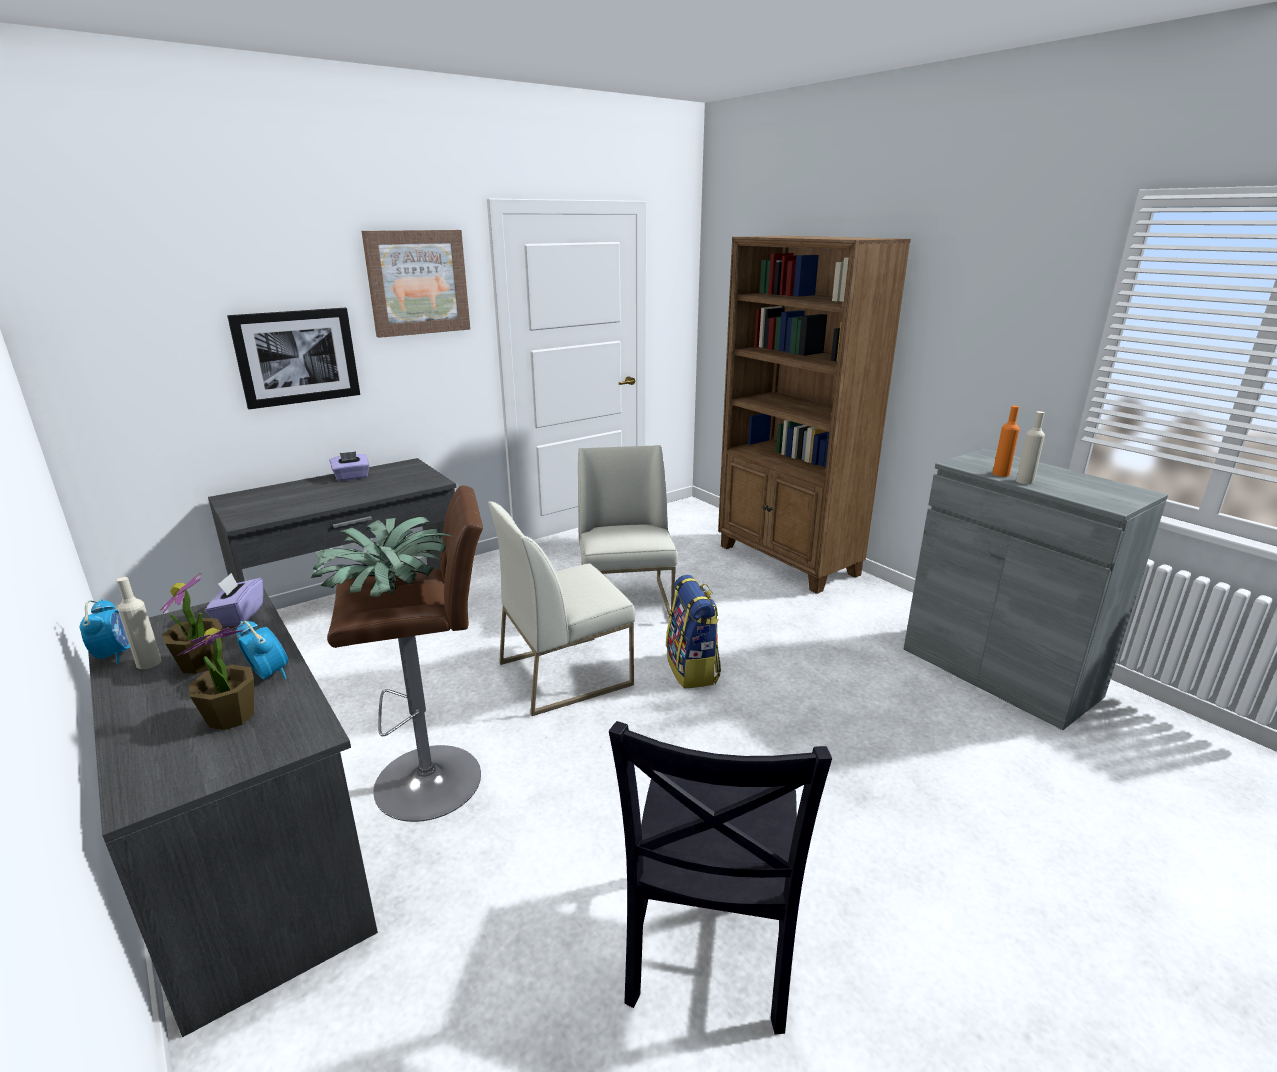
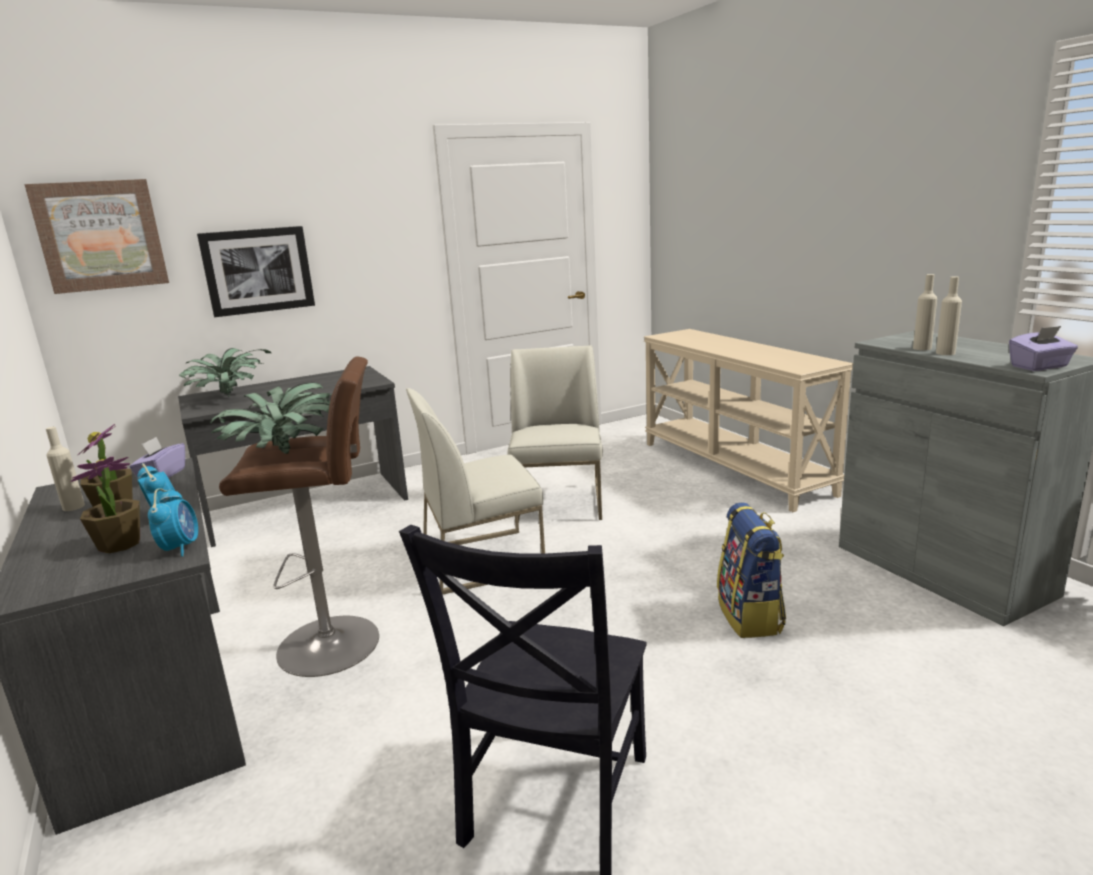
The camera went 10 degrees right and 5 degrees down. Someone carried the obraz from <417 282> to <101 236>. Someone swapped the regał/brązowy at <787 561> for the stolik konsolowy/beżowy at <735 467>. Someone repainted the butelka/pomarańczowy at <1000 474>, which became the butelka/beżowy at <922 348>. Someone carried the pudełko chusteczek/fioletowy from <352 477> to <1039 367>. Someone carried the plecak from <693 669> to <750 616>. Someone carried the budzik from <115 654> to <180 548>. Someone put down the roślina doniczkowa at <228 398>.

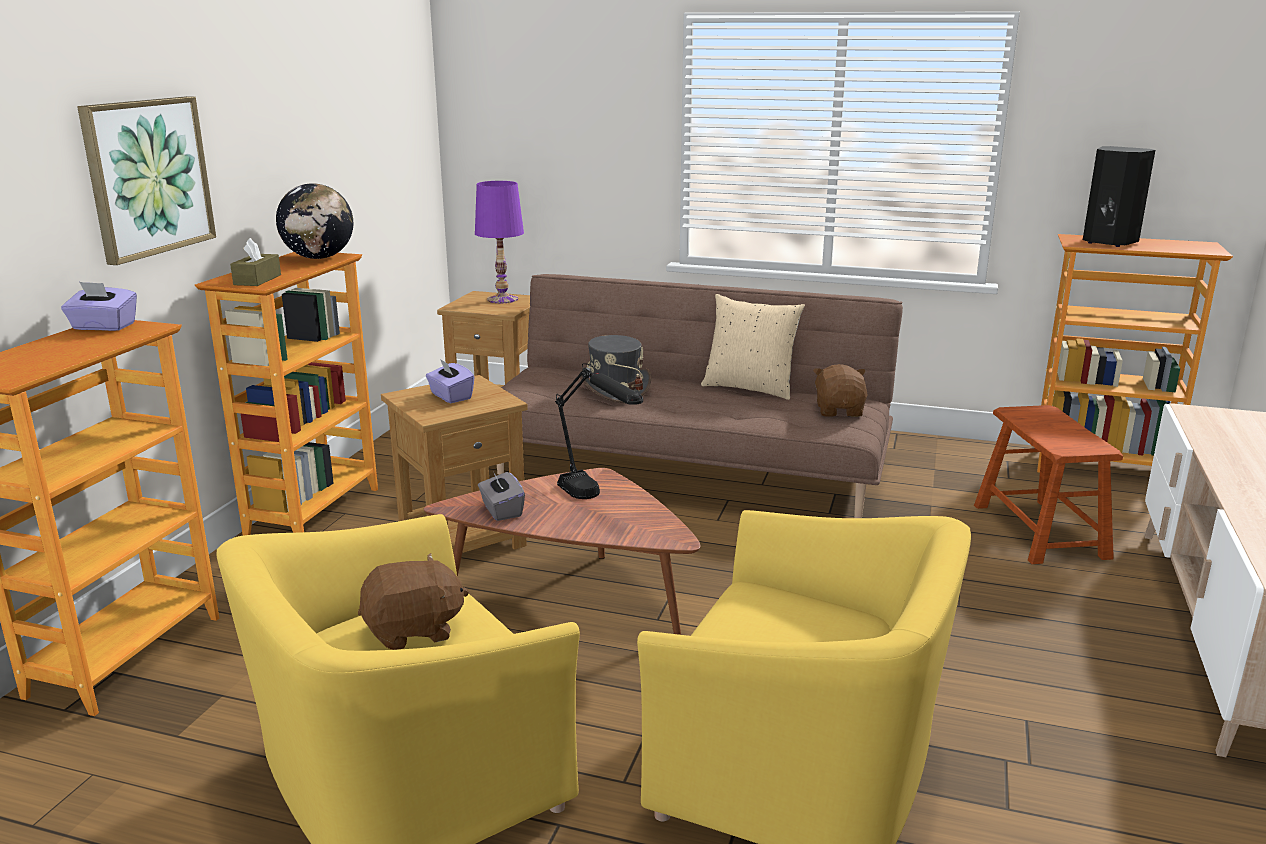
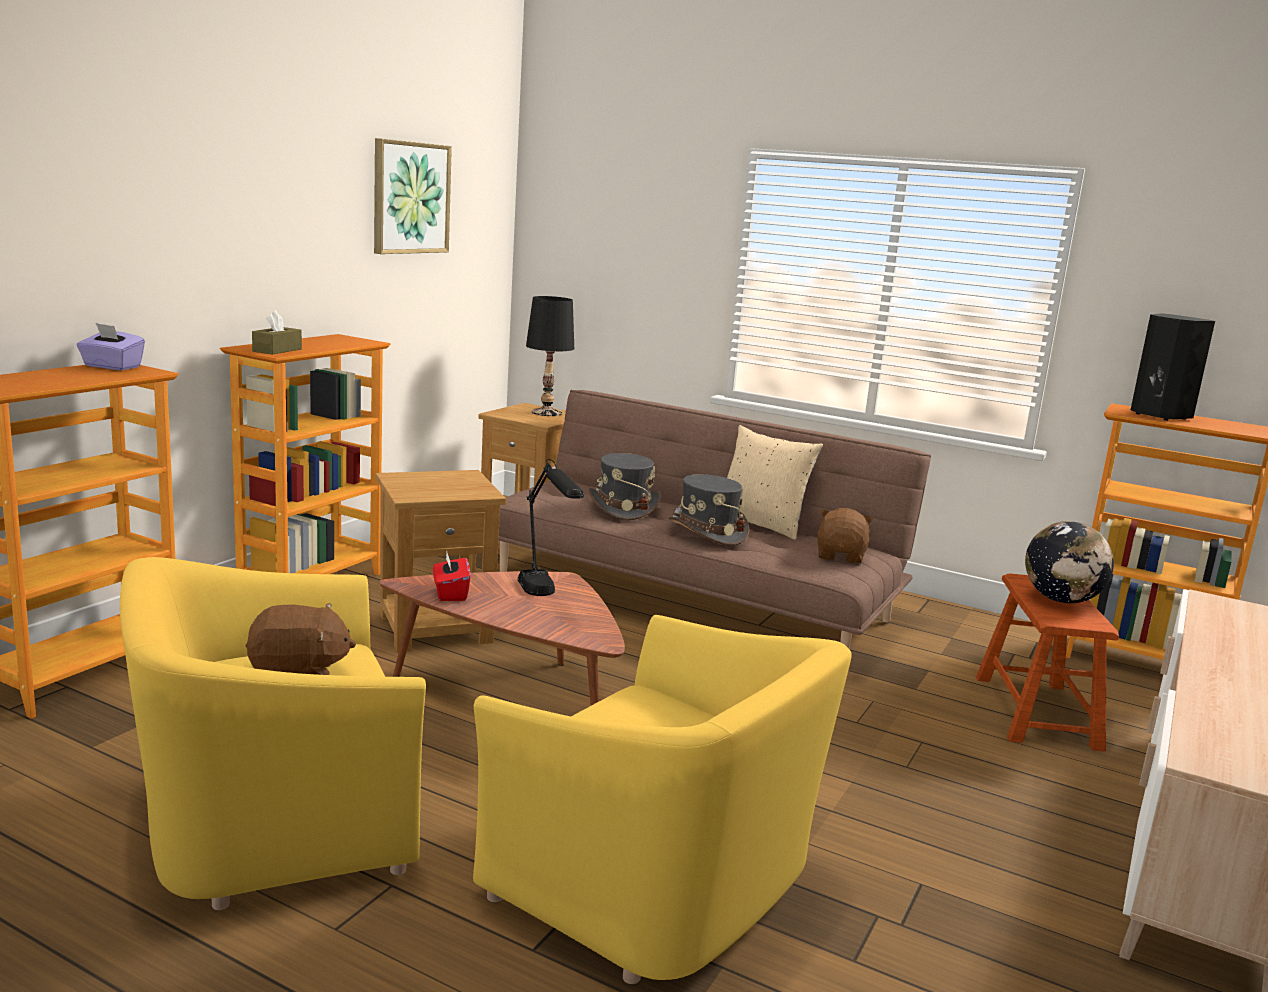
The camera went 10 degrees right and 5 degrees down. Someone carried the obraz from <148 177> to <410 198>. Someone repainted the lampa stołowa/fioletowy at <502 299>, which became the lampa stołowa/czarny at <546 412>. Someone carried the globus from <319 258> to <1061 600>. Someone took away the pudełko chusteczek/fioletowy at <450 396>. Someone repainted the pudełko chusteczek/szary at <501 510>, which became the pudełko chusteczek/czerwony at <450 593>. Someone put down the kapelusz/szary at <707 532>.

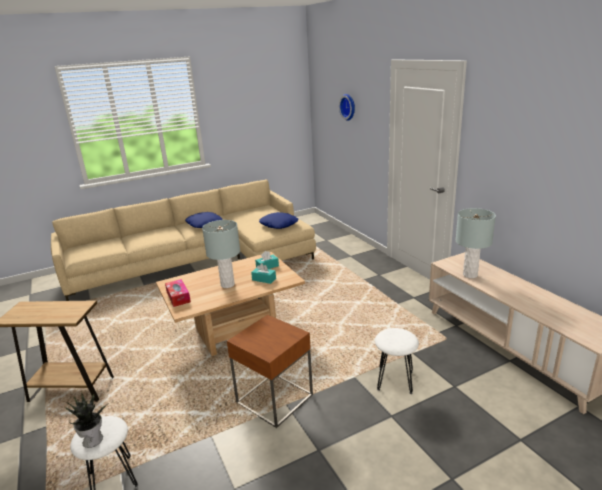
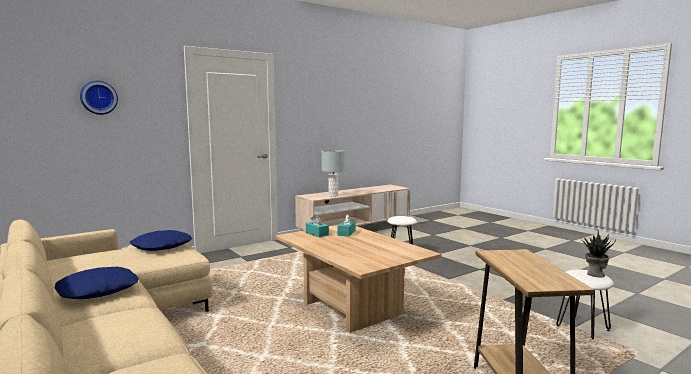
The camera went 100 degrees left and 15 degrees down. Someone took away the lampa stołowa/szary at <227 285>. Someone took away the pudełko chusteczek at <178 297>. Someone took away the stolik/brązowy at <275 398>.

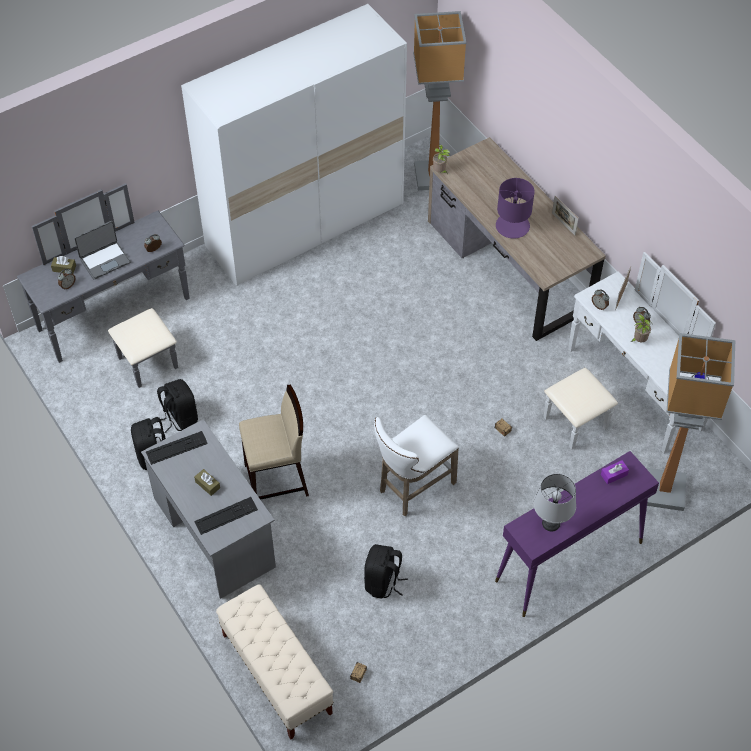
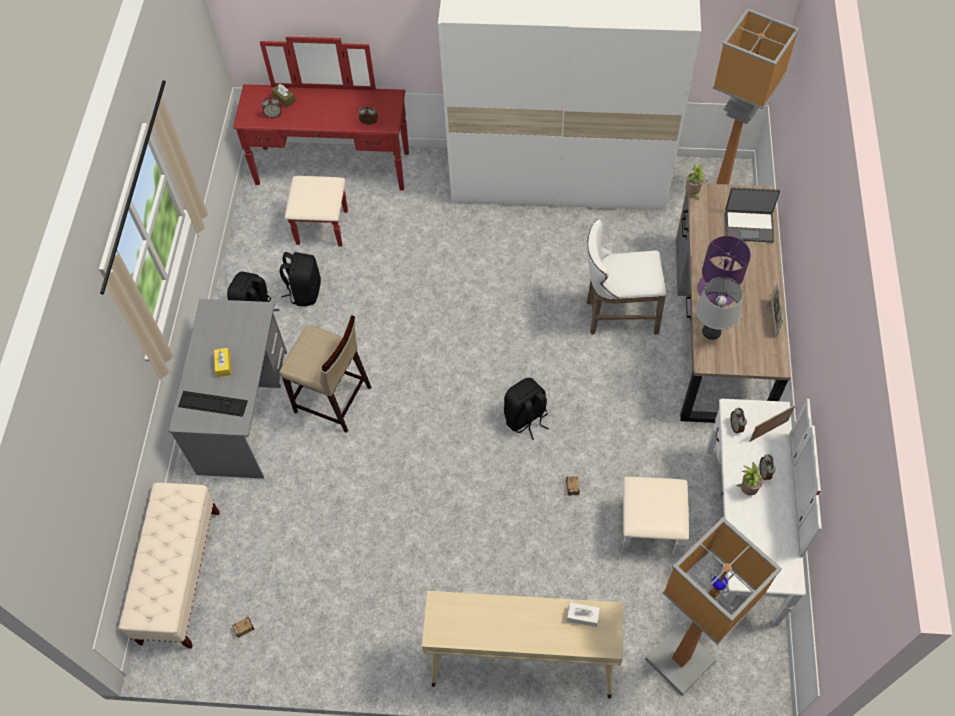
The camera went 40 degrees right and 5 degrees up. Someone repainted the komoda/szary at <122 325>, which became the komoda/czerwony at <331 181>. Someone carried the laptop from <105 260> to <749 226>. Someone carried the stołek/biały from <412 487> to <617 315>. Someone took away the klawiatura at <176 448>. Someone repainted the stolik konsolowy/fioletowy at <568 562>, which became the stolik konsolowy/beżowy at <521 664>. Someone repainted the pudełko chusteczek/fioletowy at <614 475>, which became the pudełko chusteczek/biały at <582 616>. Someone repainted the pudełko chusteczek/brązowy at <207 485>, which became the pudełko chusteczek/żółty at <223 365>. Someone carried the lampa stołowa/szary from <550 523> to <711 331>. Someone carried the plecak/czarny from <383 582> to <526 418>.

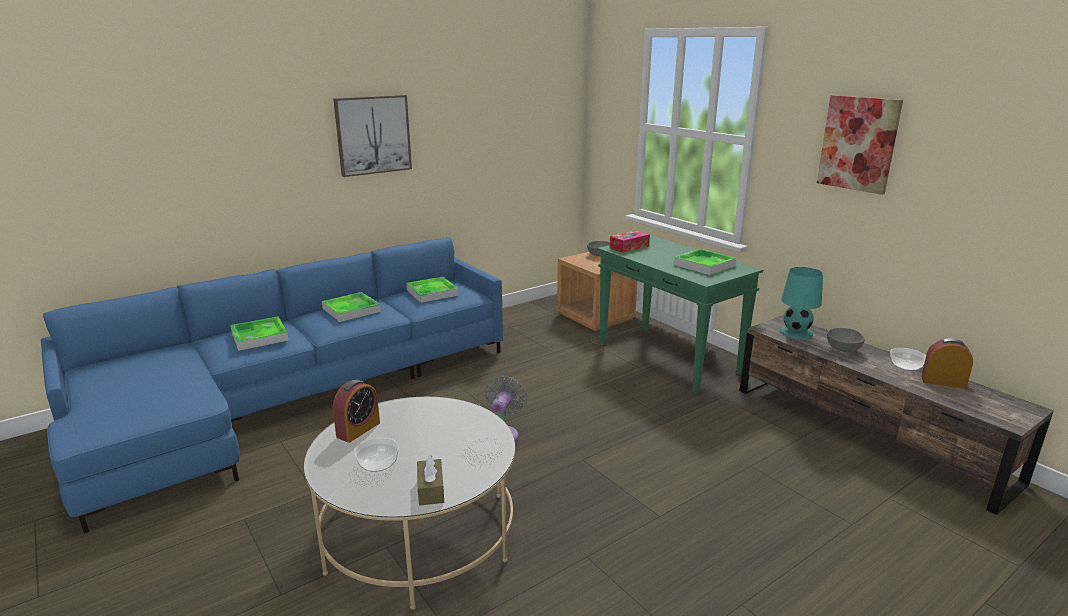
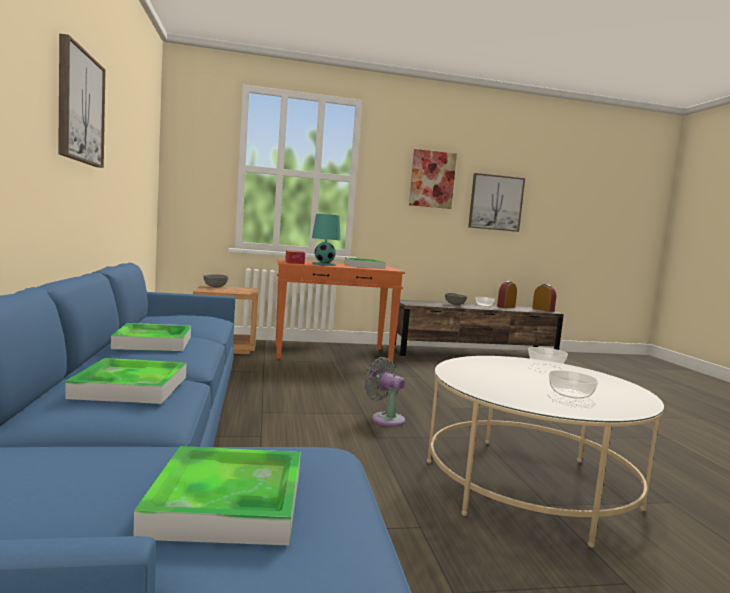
The camera went 65 degrees left and 15 degrees down. Someone repainted the stolik konsolowy/zielony at <669 359>, which became the stolik konsolowy/pomarańczowy at <333 354>. Someone carried the lampa stołowa/turkusowy from <796 332> to <324 264>. Someone carried the taca from <432 292> to <227 502>. Someone carried the budzik from <358 429> to <543 310>. Someone took away the pudełko chusteczek/brązowy at <430 490>. Someone put up the obraz at <495 203>.

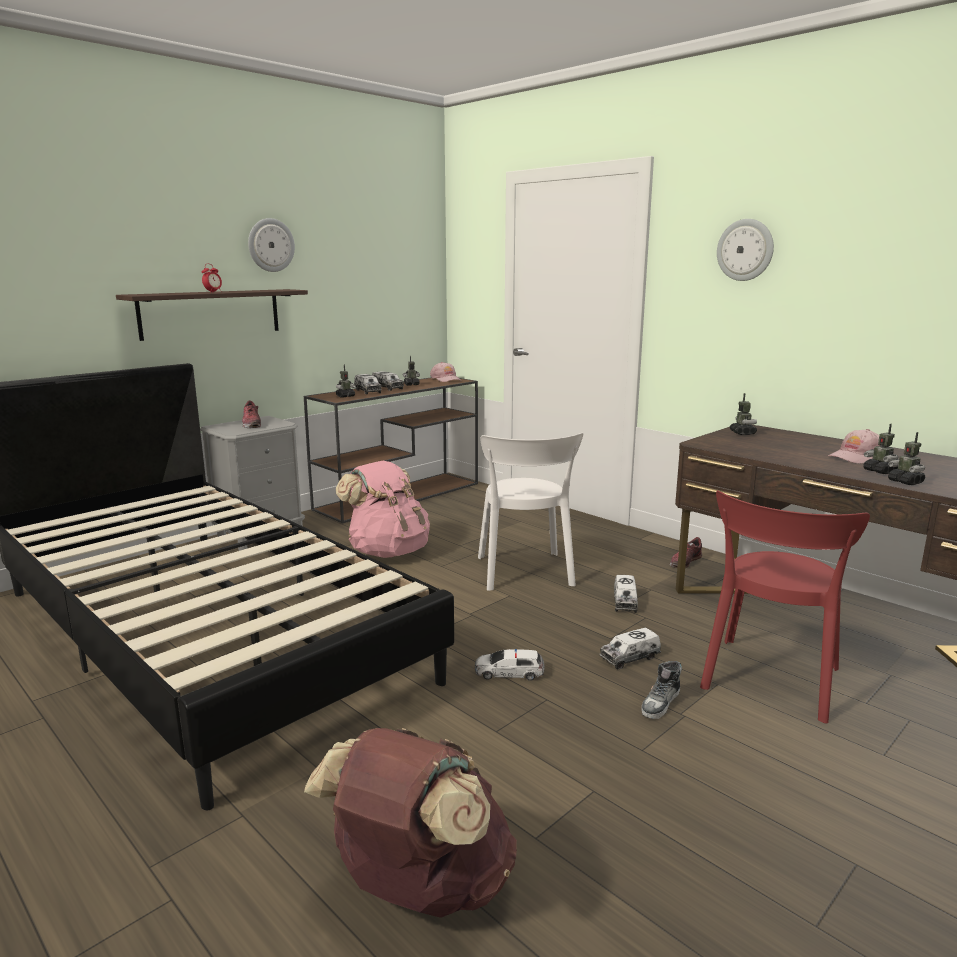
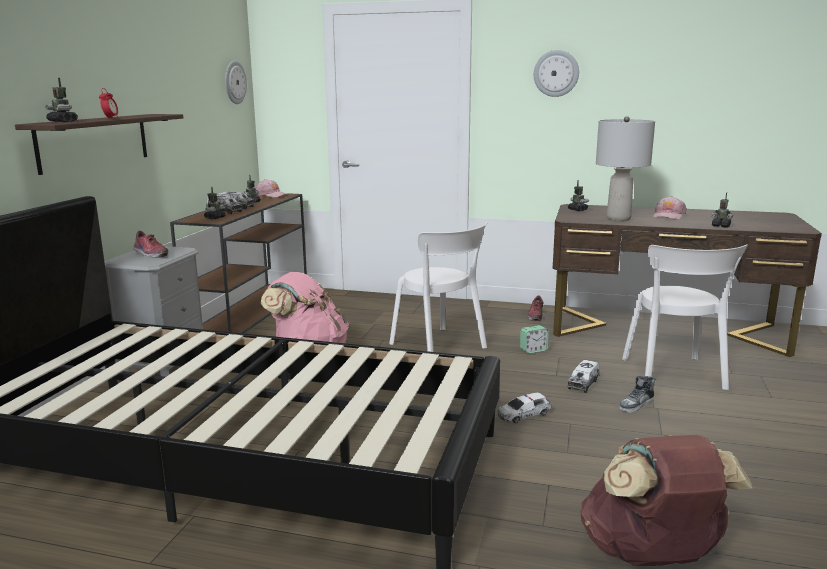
The camera went 30 degrees left and 0 degrees up. Someone carried the zegar ścienny from <270 245> to <234 82>. Someone carried the robot zabawkowy from <880 471> to <62 121>. Someone repainted the krzesło/czerwony at <769 681>, which became the krzesło/biały at <674 375>. Someone swapped the ciężarówka zabawkowa at <625 602> for the budzik at <533 350>. Someone rotated the but at <661 703> by 45 degrees clockwise. Someone put down the lampa stołowa/szary at <618 219>.

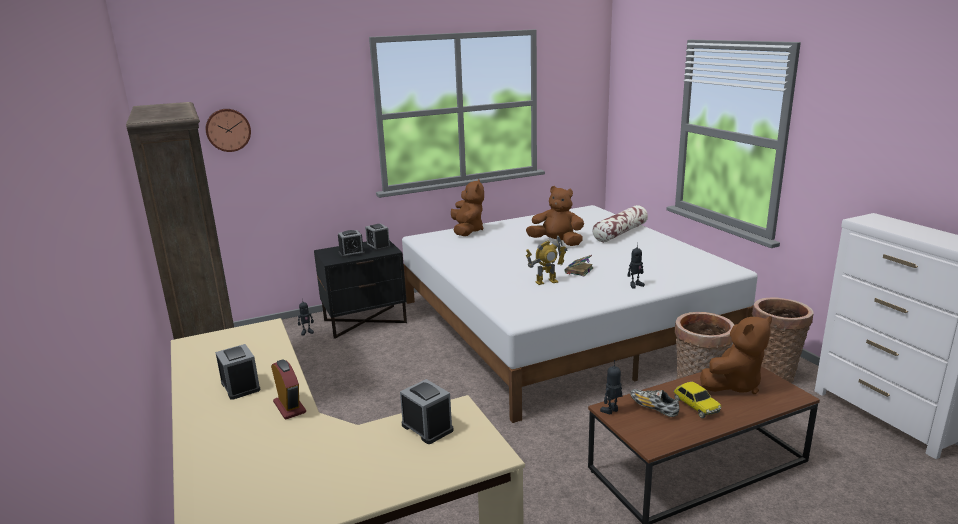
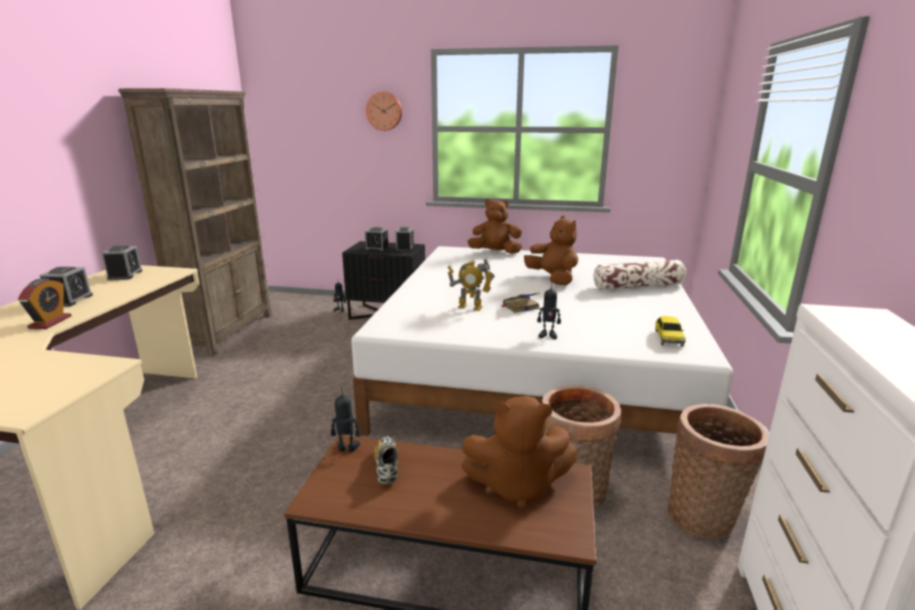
The camera went 35 degrees right and 0 degrees up. Someone carried the zegar ścienny from <228 130> to <384 111>. Someone rotated the pluszak/brązowy at <467 231> by 120 degrees counterclockwise. Someone carried the budzik from <427 427> to <125 275>. Someone carried the samochodzik from <696 406> to <668 338>.

